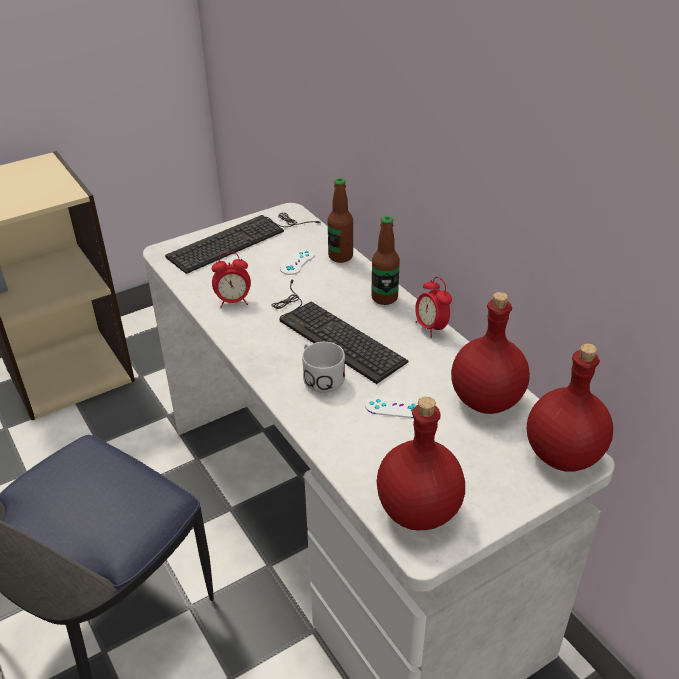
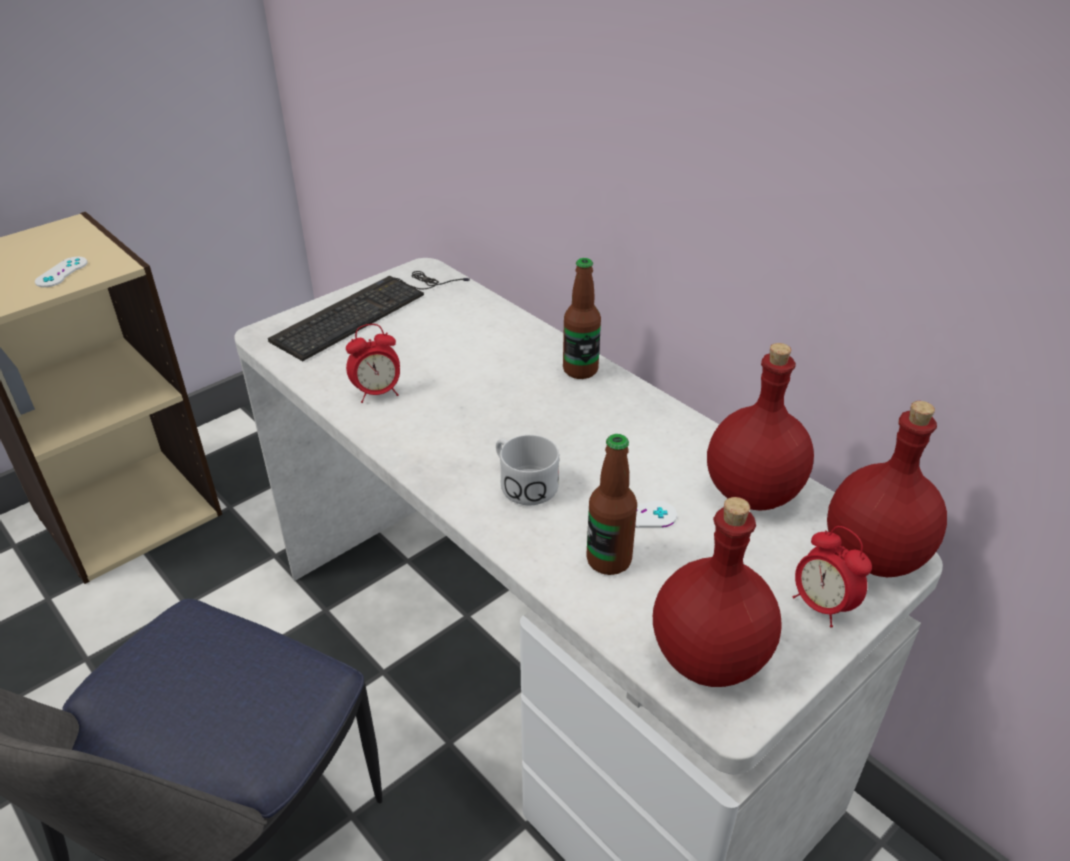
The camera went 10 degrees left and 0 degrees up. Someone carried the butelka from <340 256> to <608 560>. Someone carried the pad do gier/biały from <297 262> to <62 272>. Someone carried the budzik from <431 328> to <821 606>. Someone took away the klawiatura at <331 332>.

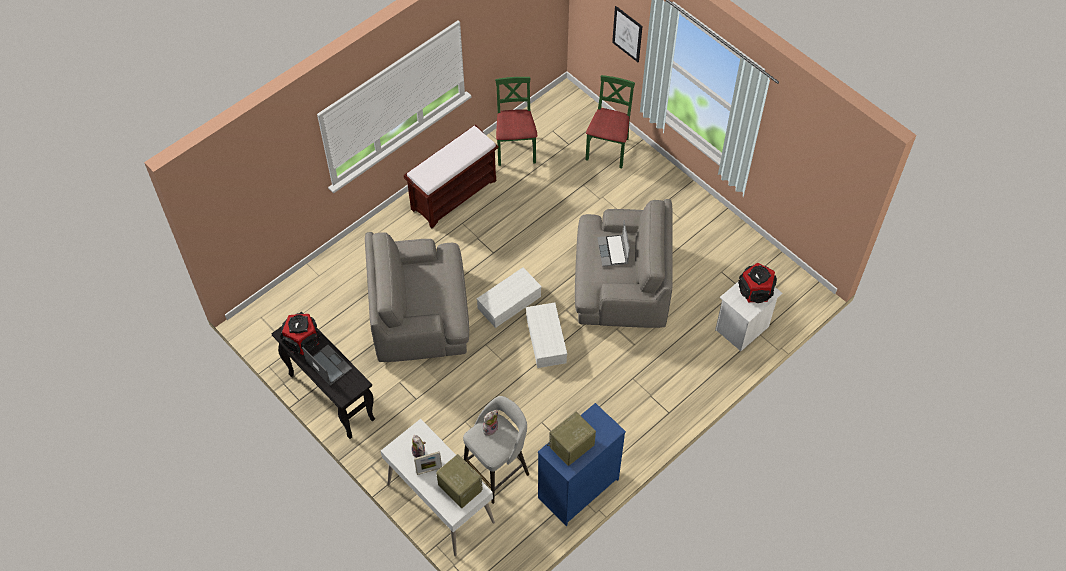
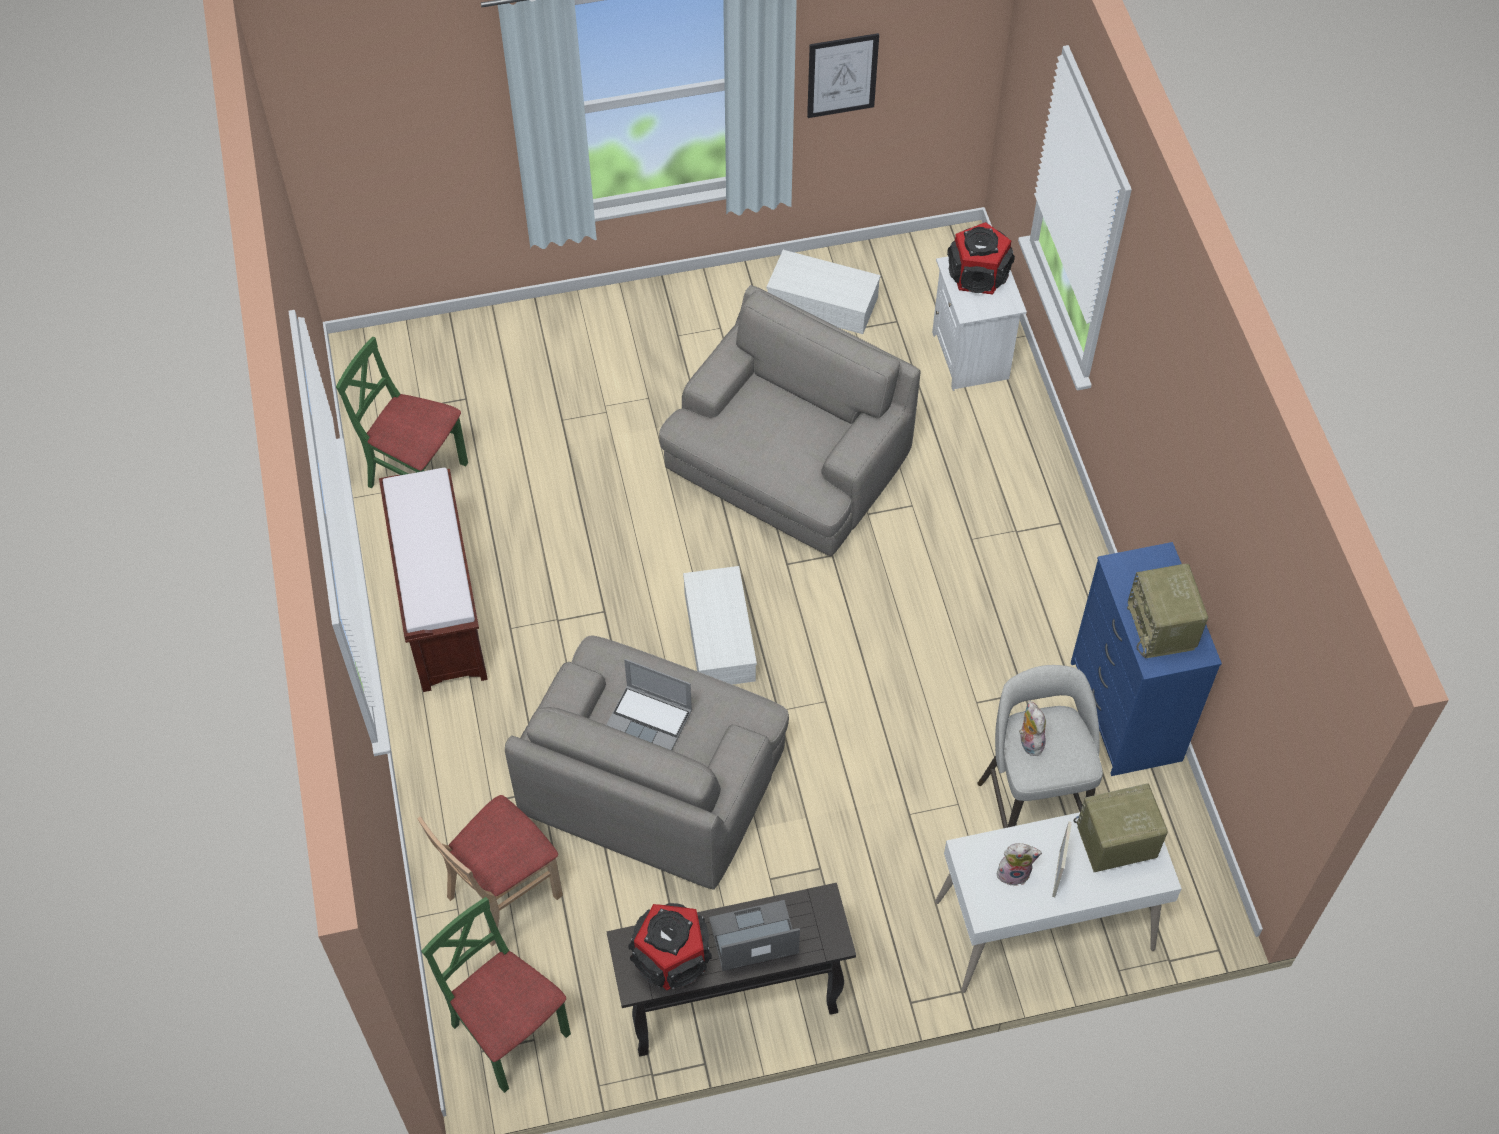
The camera went 60 degrees left and 0 degrees up. Someone carried the obraz from <627 34> to <842 75>. Someone carried the krzesło/zielony from <608 149> to <509 1031>. Someone carried the laptop from <613 251> to <650 719>. Someone carried the pojemnik do przechowywania/biały from <547 340> to <824 302>. Someone put down the krzesło/beżowy at <503 893>.

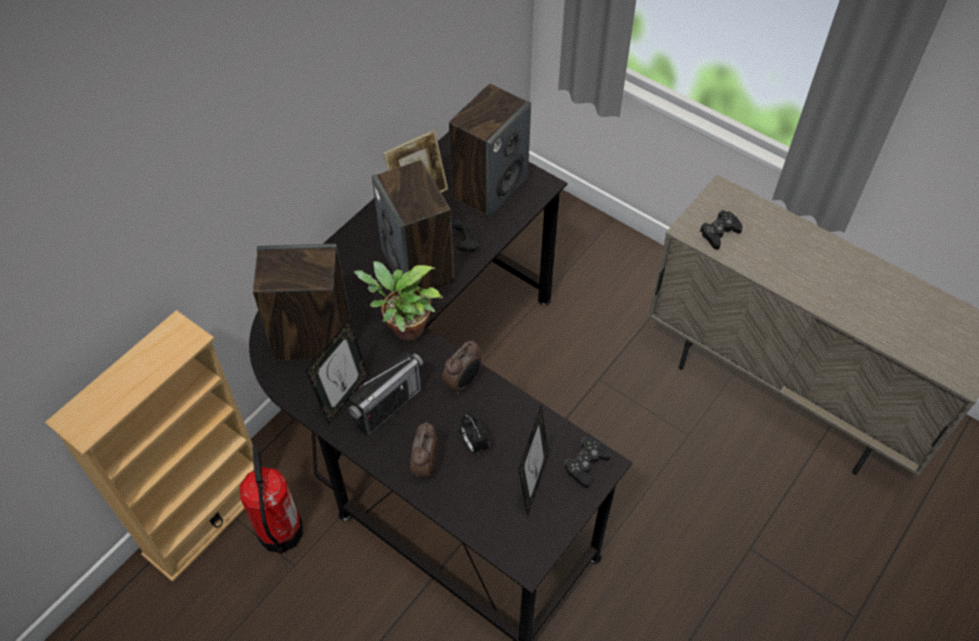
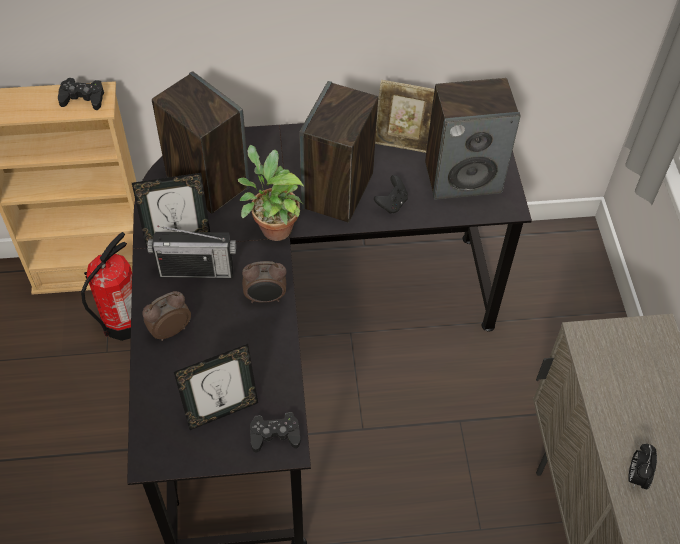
The camera went 45 degrees right and 0 degrees up. Someone carried the pad do gier/czarny from <719 233> to <83 98>. Someone carried the budzik from <473 444> to <636 476>.

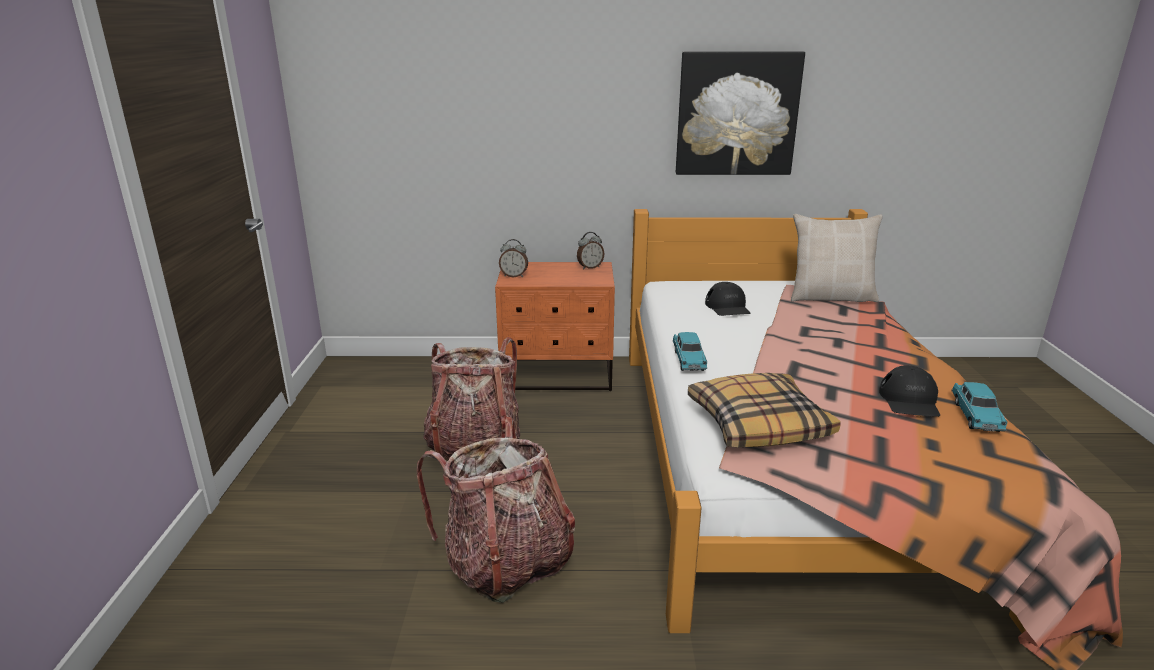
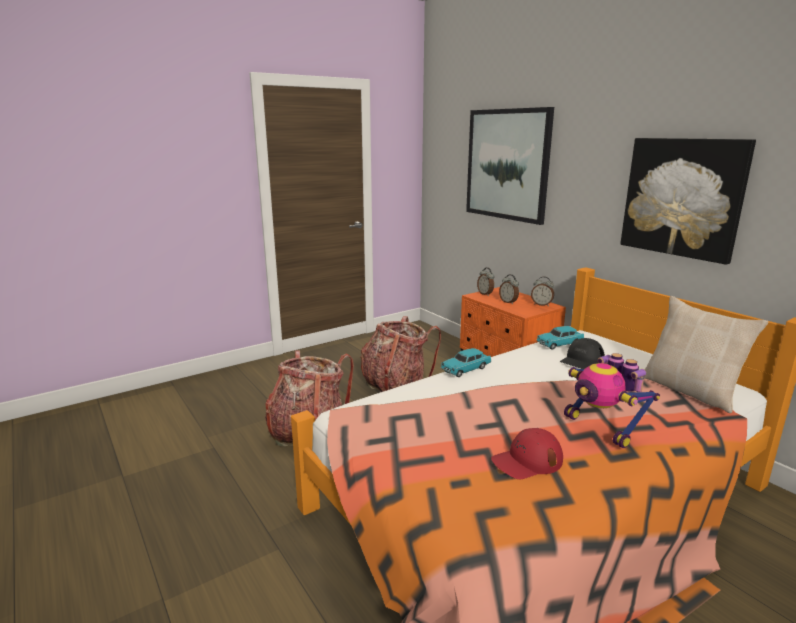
The camera went 55 degrees right and 5 degrees down. Someone repainted the czapka z daszkiem/czarny at <910 401>, which became the czapka z daszkiem/czerwony at <527 461>. Someone took away the poduszka at <758 423>. Someone carried the samochodzik/turkusowy from <975 416> to <559 344>. Someone put up the obraz at <507 164>. Someone put down the budzik at <508 302>. Someone put down the robot zabawkowy at <602 428>.

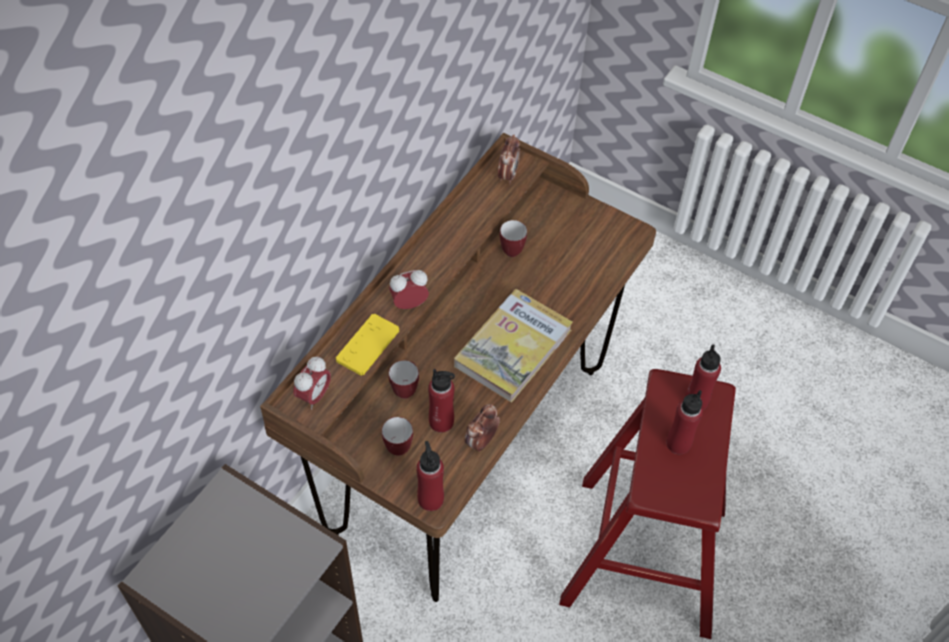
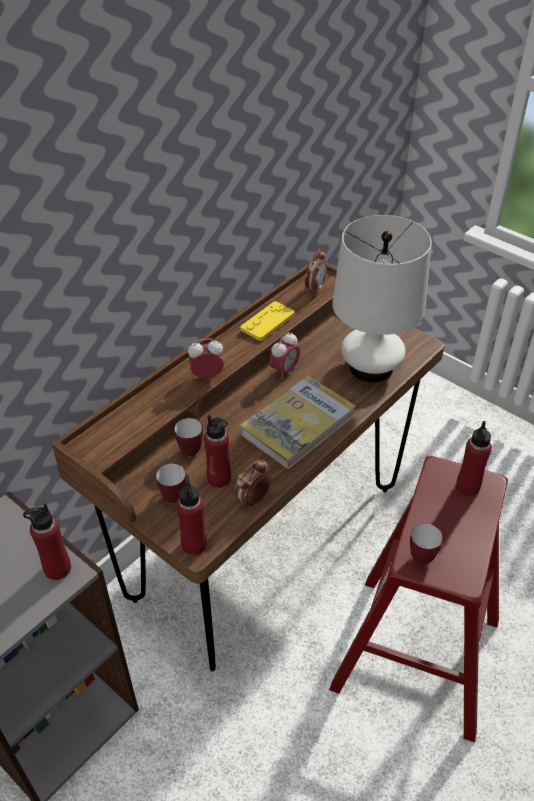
The camera went 10 degrees right and 10 degrees down. Someone carried the kubek from <512 248> to <422 554>. Someone carried the pad do gier/żółty from <368 345> to <267 322>. Someone carried the budzik from <314 396> to <284 371>. Someone carried the butelka/czerwony from <678 443> to <57 568>. Someone put down the lampa stołowa/biały at <371 367>.

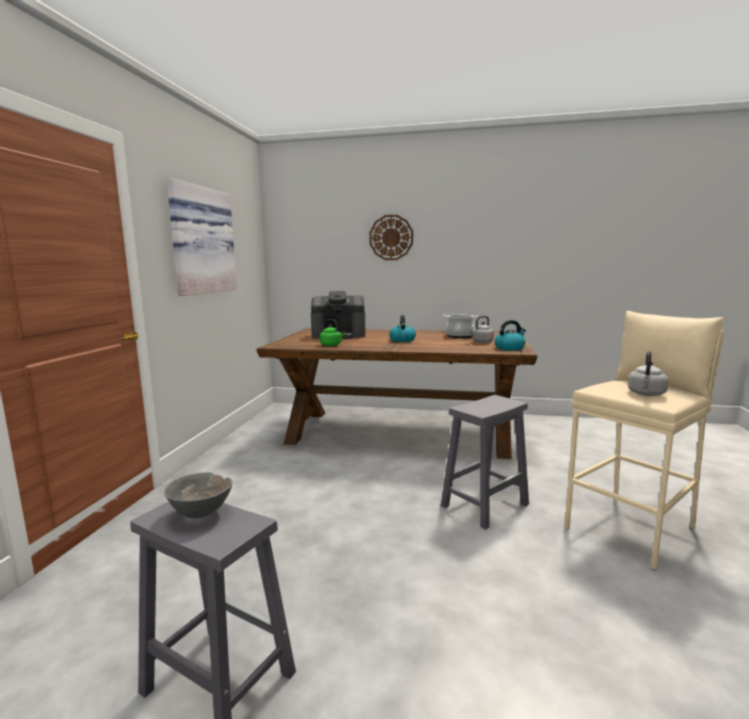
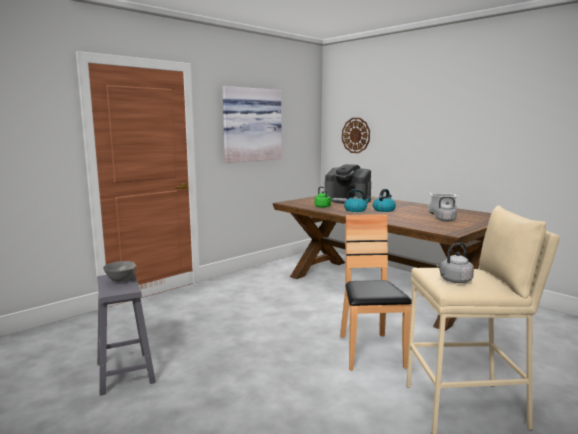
The camera went 35 degrees right and 0 degrees up. Someone carried the zegar ścienny from <391 237> to <356 135>. Someone carried the czajnik from <509 348> to <356 210>. Someone swapped the stołek/szary at <485 504> for the krzesło/brązowy at <370 352>.

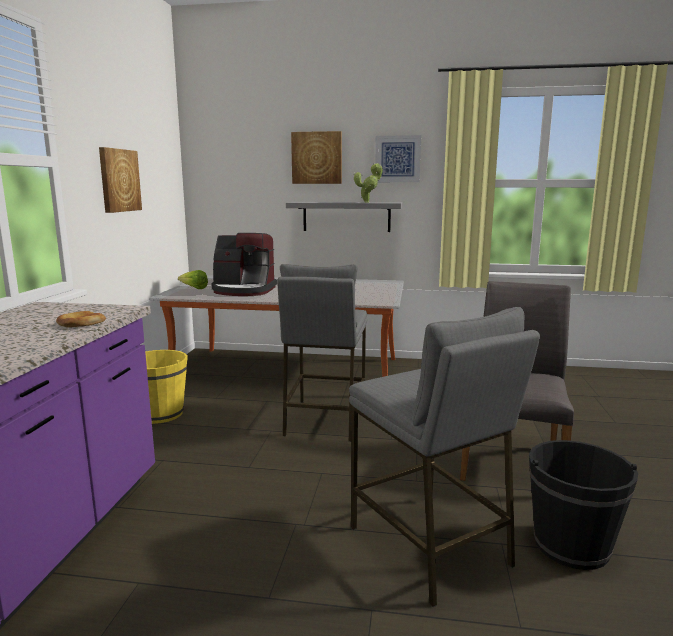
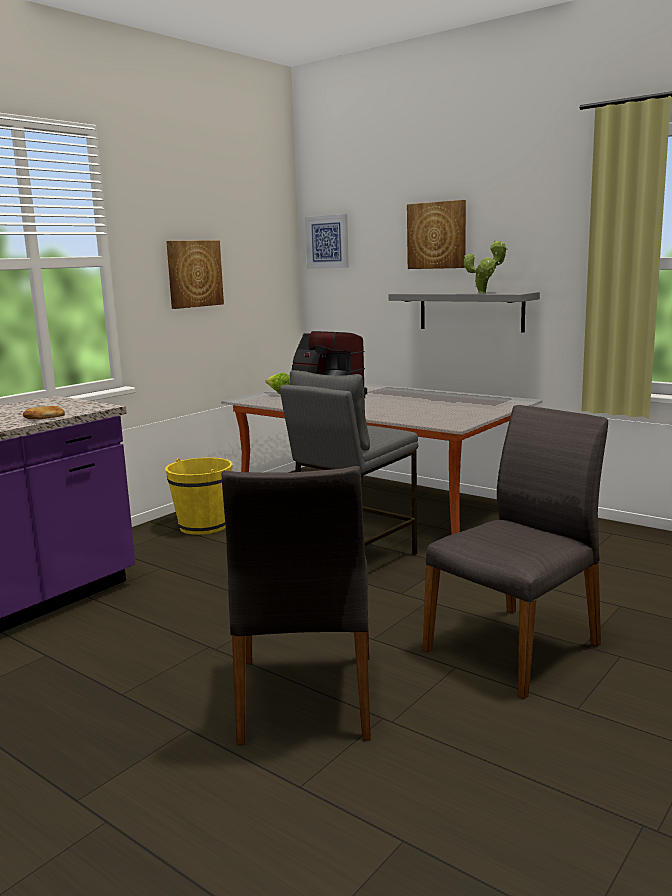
The camera went 30 degrees right and 0 degrees up. Someone carried the obraz from <397 159> to <327 242>. Someone swapped the stołek/szary at <429 546> for the krzesło/szary at <305 698>. Someone took away the wiadro/czarny at <571 545>.

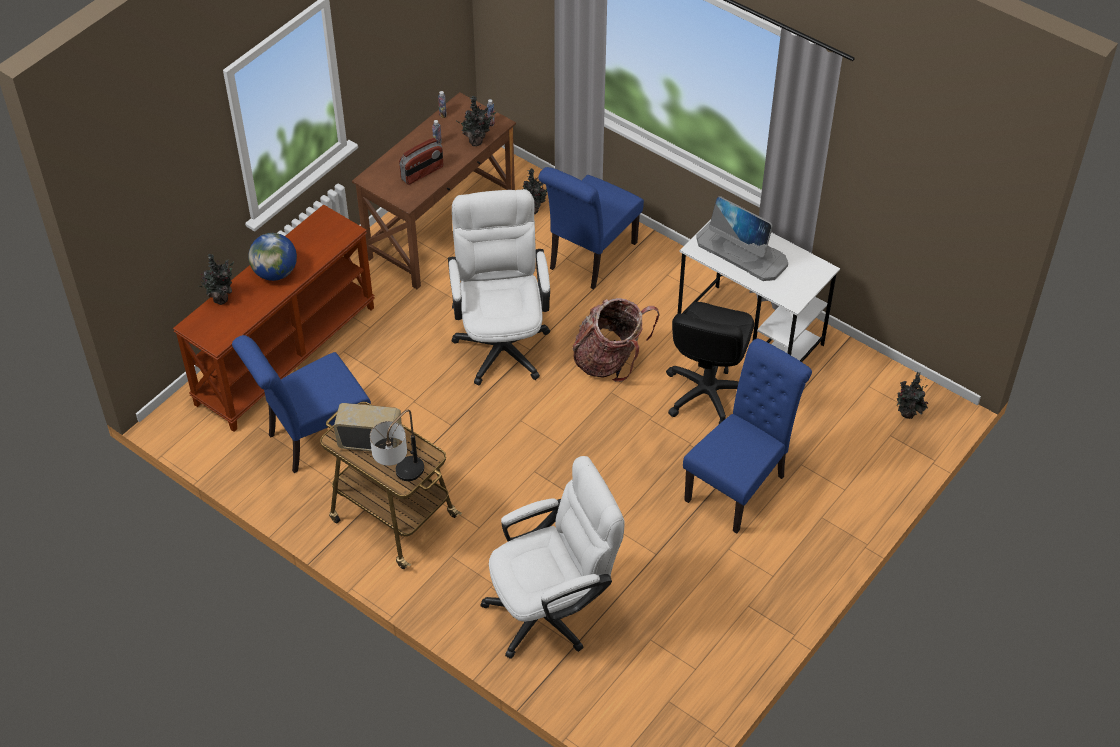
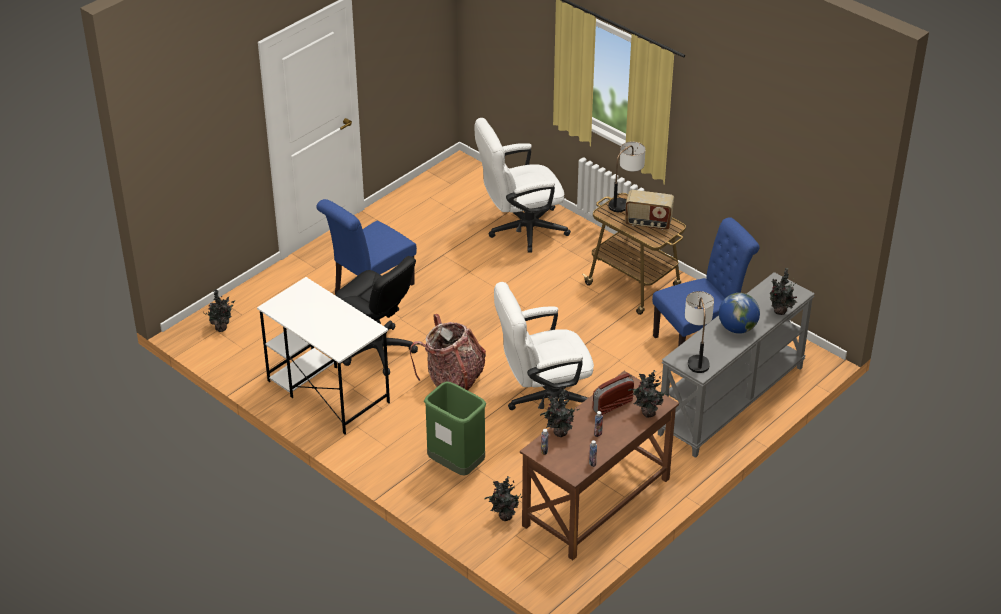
The camera went 175 degrees left and 10 degrees down. Someone swapped the krzesło/niebieski at <589 258> for the kosz na śmieci/zielony at <456 466>. Someone rotated the krzesło biurowe/biały at <501 340> by 75 degrees clockwise. Someone took away the monitor at <742 252>. Someone repainted the stolik konsolowy/brązowy at <285 354>, which became the stolik konsolowy/szary at <732 401>. Someone rotated the krzesło biurowe/czarny at <706 394> by 105 degrees clockwise. Someone put down the lampa stołowa at <696 356>. Someone put down the roślina doniczkowa at <647 413>.

